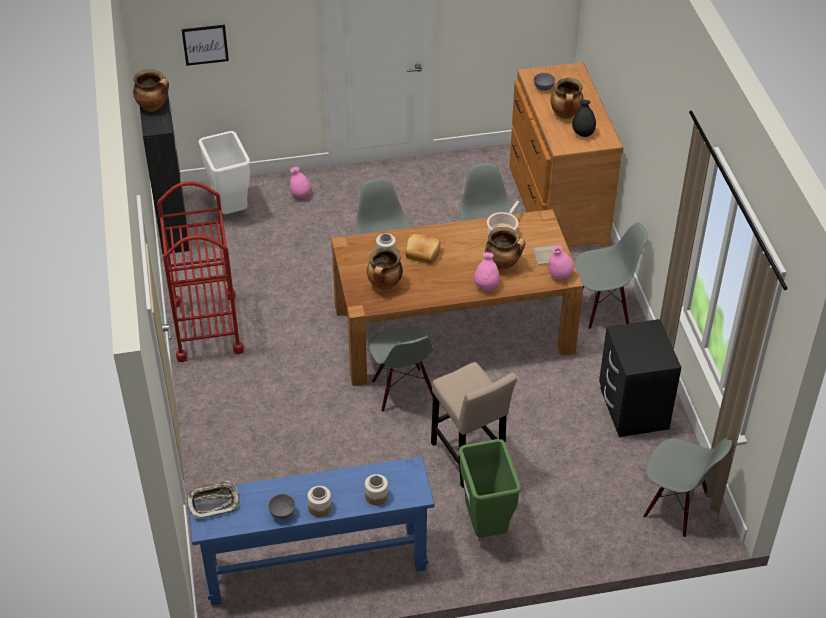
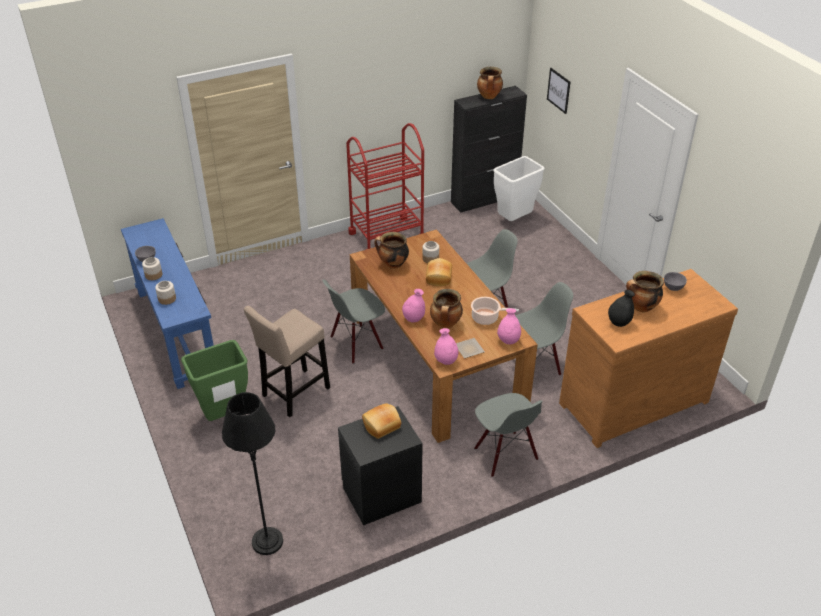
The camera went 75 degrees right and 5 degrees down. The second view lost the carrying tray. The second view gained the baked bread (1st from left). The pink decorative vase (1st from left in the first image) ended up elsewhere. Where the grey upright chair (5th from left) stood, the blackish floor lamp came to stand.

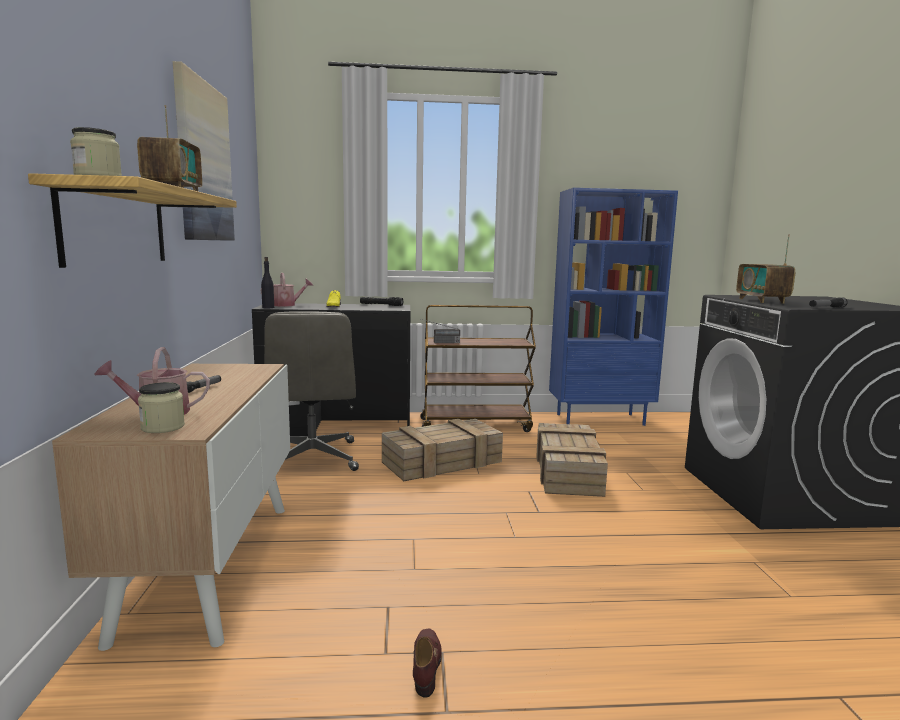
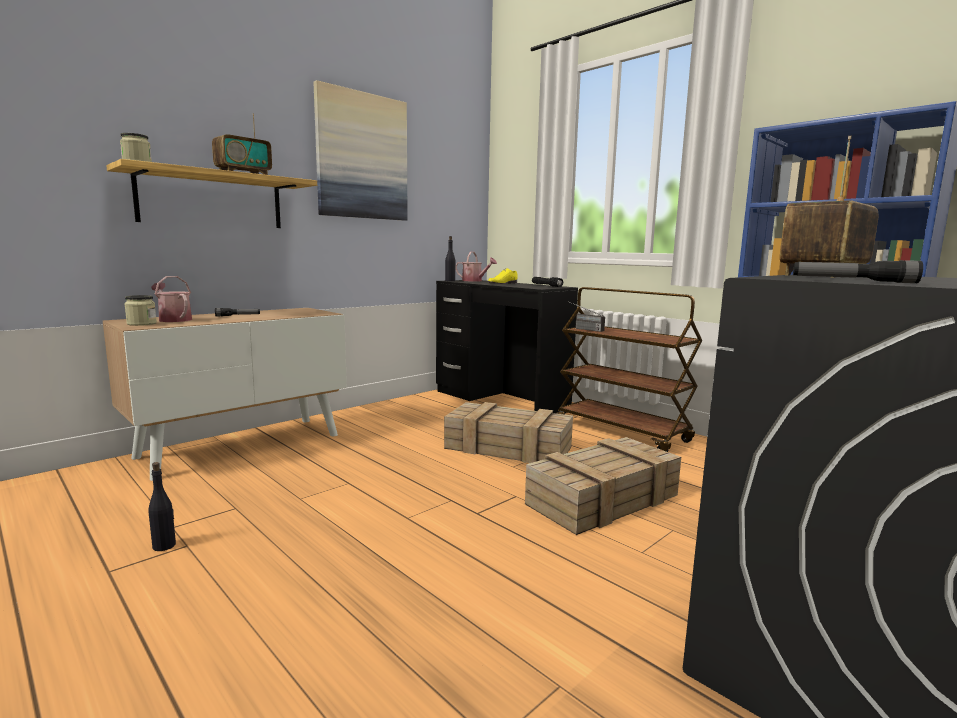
The camera went 50 degrees right and 0 degrees up. The second view lost the grey desk chair. Where the brownish low shoe stood, the blackish drink bottle (1st from left) came to stand.

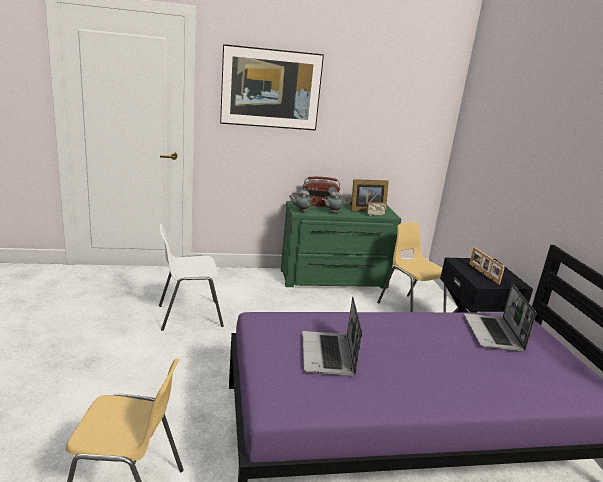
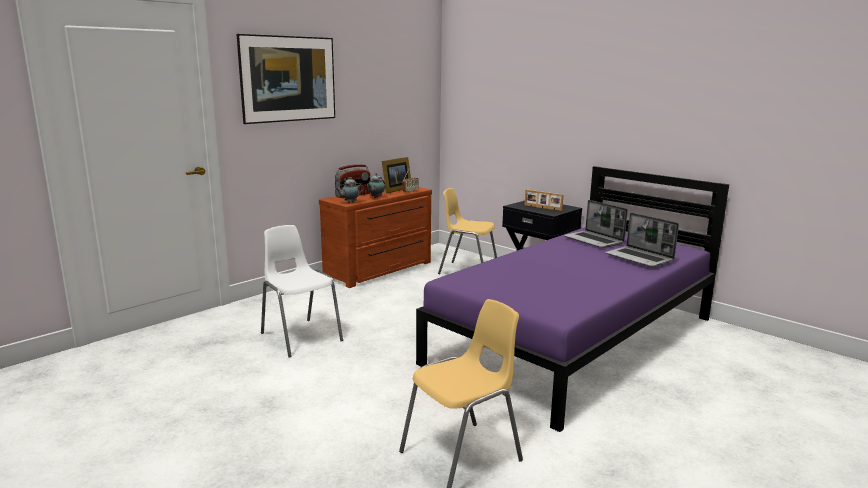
The camera went 35 degrees left and 5 degrees down. The laptop (1st from left in the first image) ended up elsewhere. What was the green drawer chest turned into the brownish drawer chest. The white upright chair ended up facing another way, 105 degrees clockwise from before.

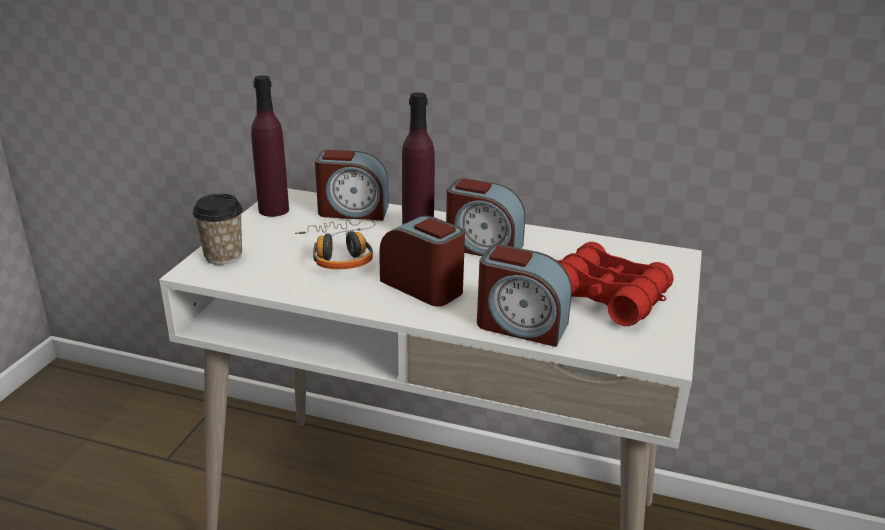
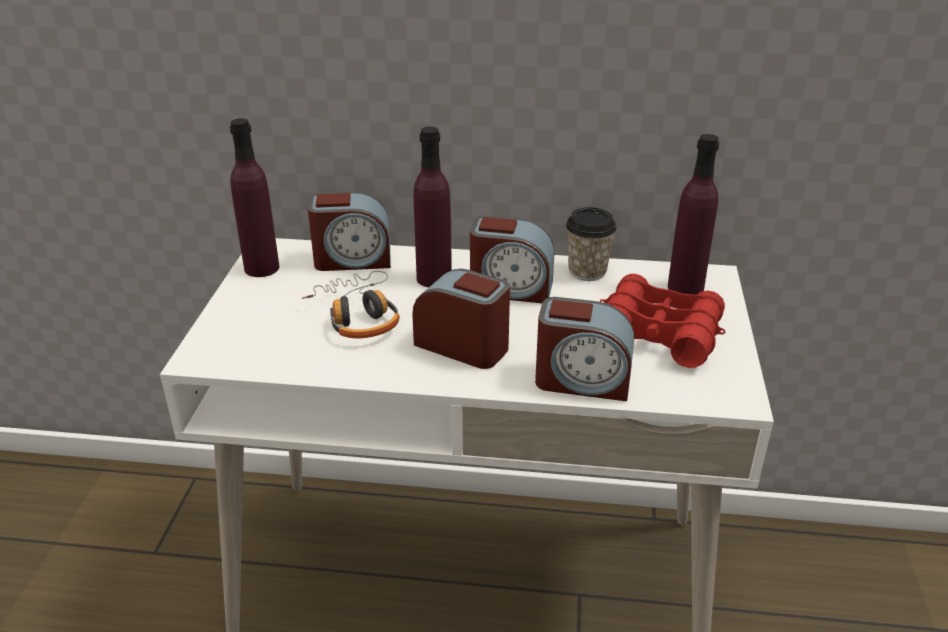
The camera went 10 degrees left and 5 degrees up. The second view gained the purple-coloured drink bottle (3rd from left). The small cup ended up elsewhere.

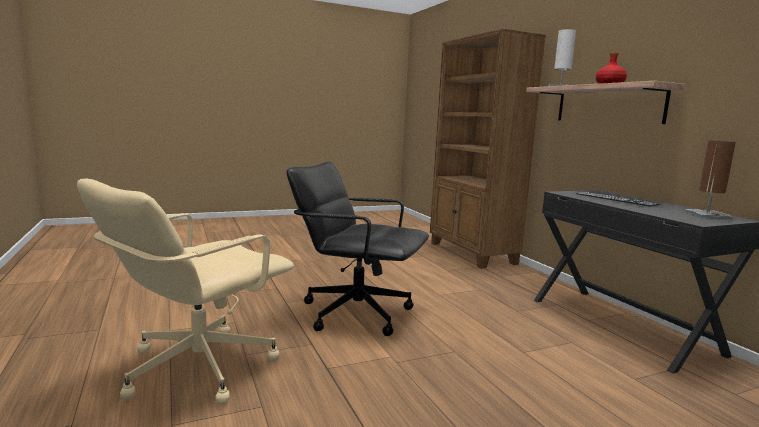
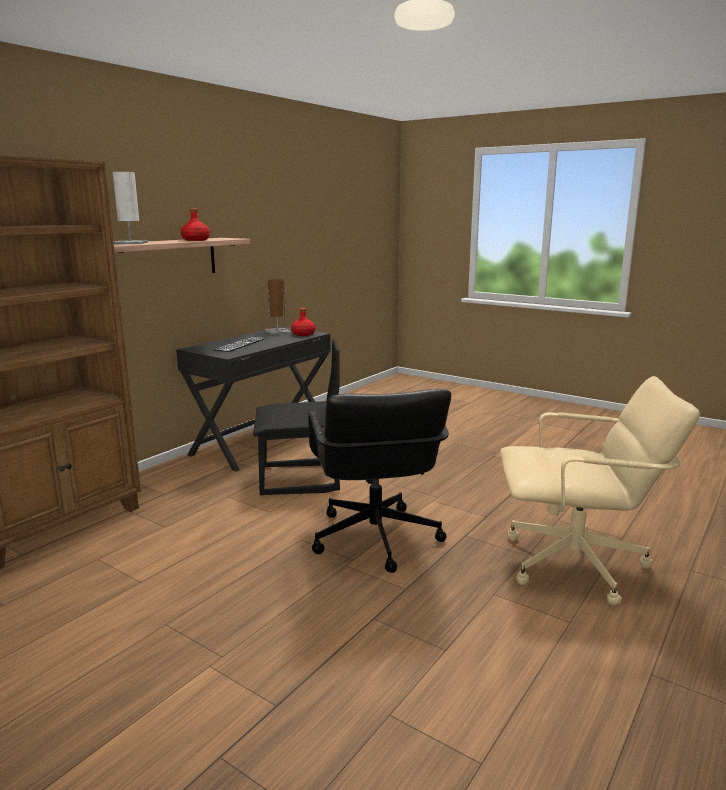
The camera went 120 degrees left and 5 degrees up. The second view gained the blackish upright chair. The second view gained the reddish drink bottle (2nd from left).

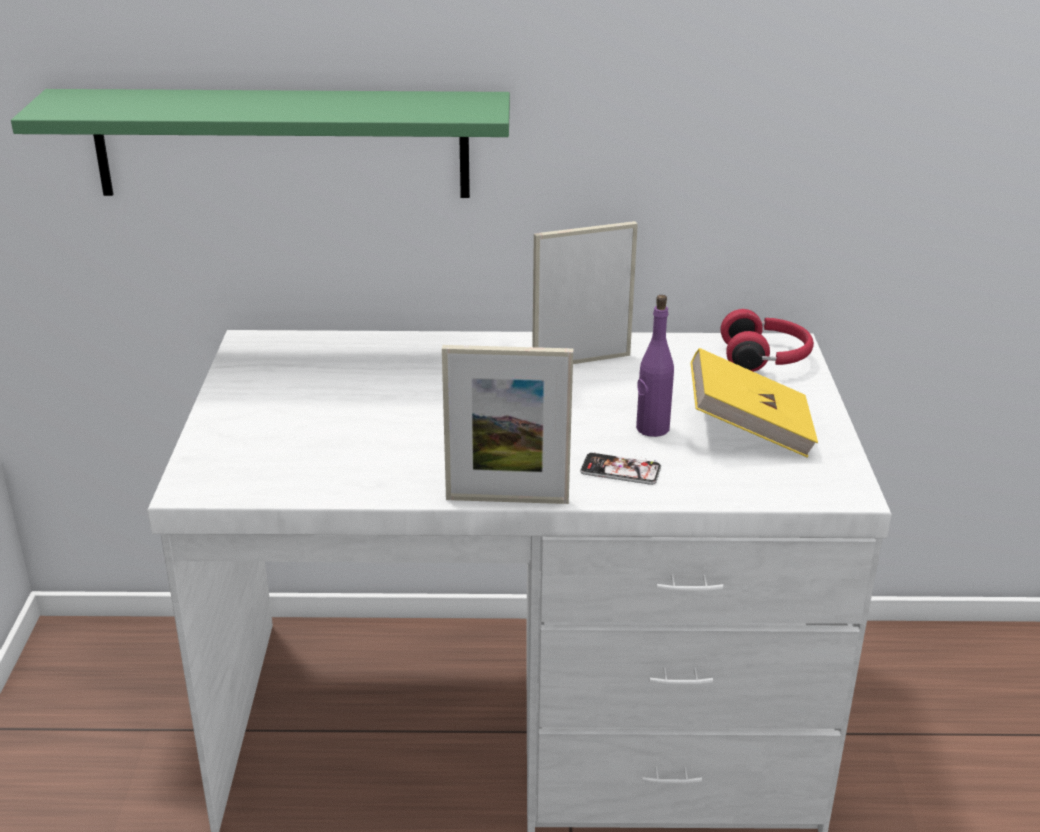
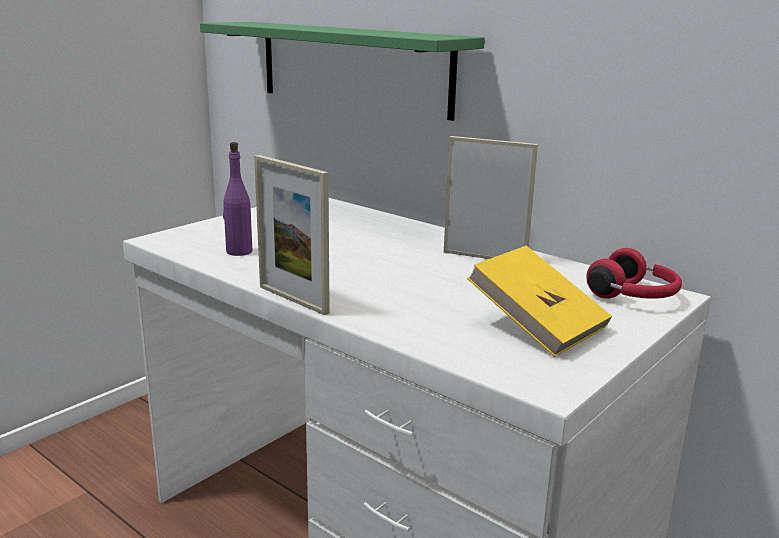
The camera went 40 degrees right and 10 degrees down. The second view lost the telephone. The purple-coloured drink bottle ended up elsewhere.

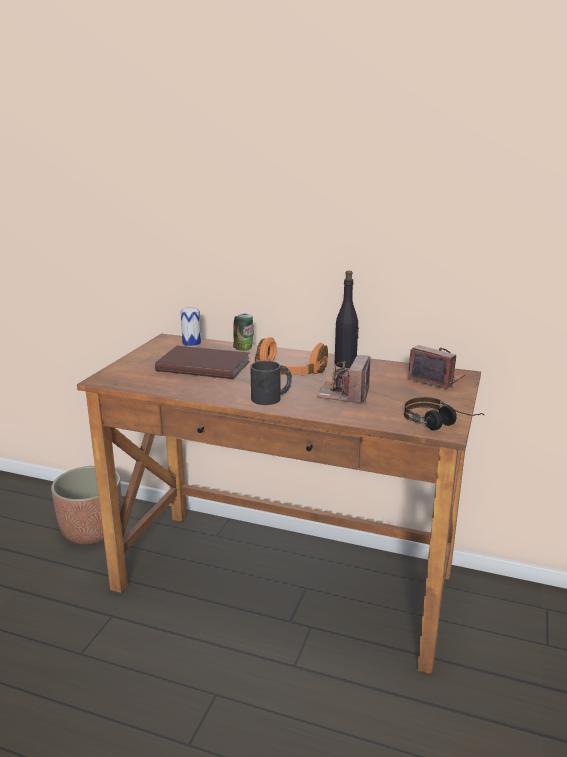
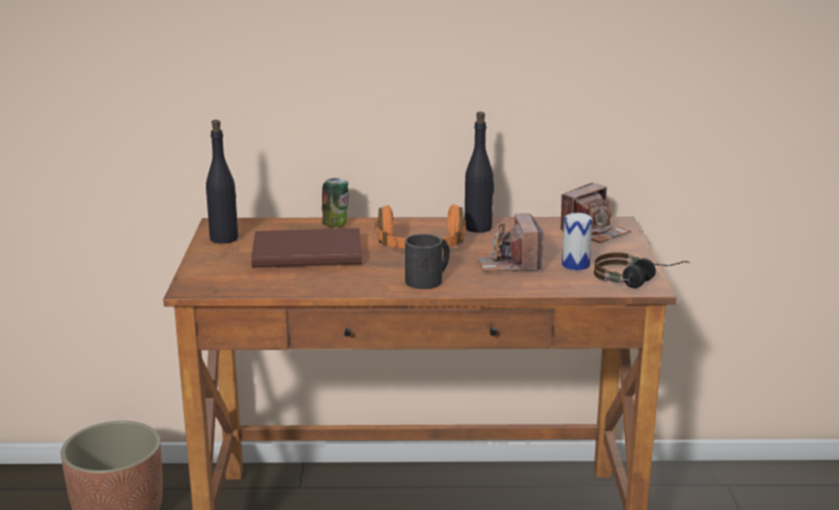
The camera went 20 degrees left and 0 degrees up. The second view gained the blackish drink bottle (1st from left). The can (1st from left in the first image) ended up elsewhere. The photo camera (2nd from left) ended up facing another way, 120 degrees clockwise from before.

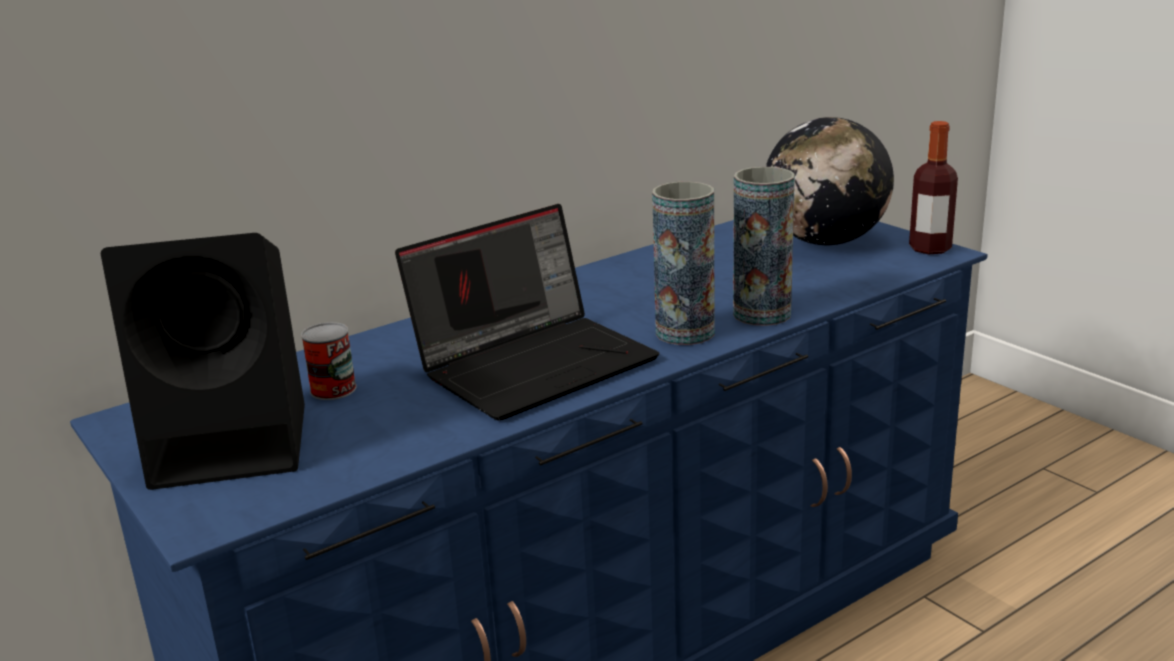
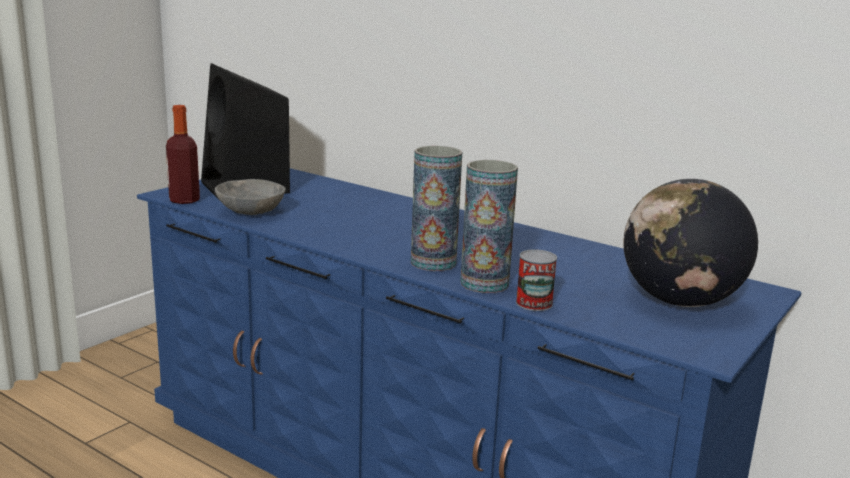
The camera went 70 degrees right and 5 degrees down. The second view lost the laptop. The second view gained the grey serving bowl. The can ended up elsewhere. The drink bottle ended up elsewhere.

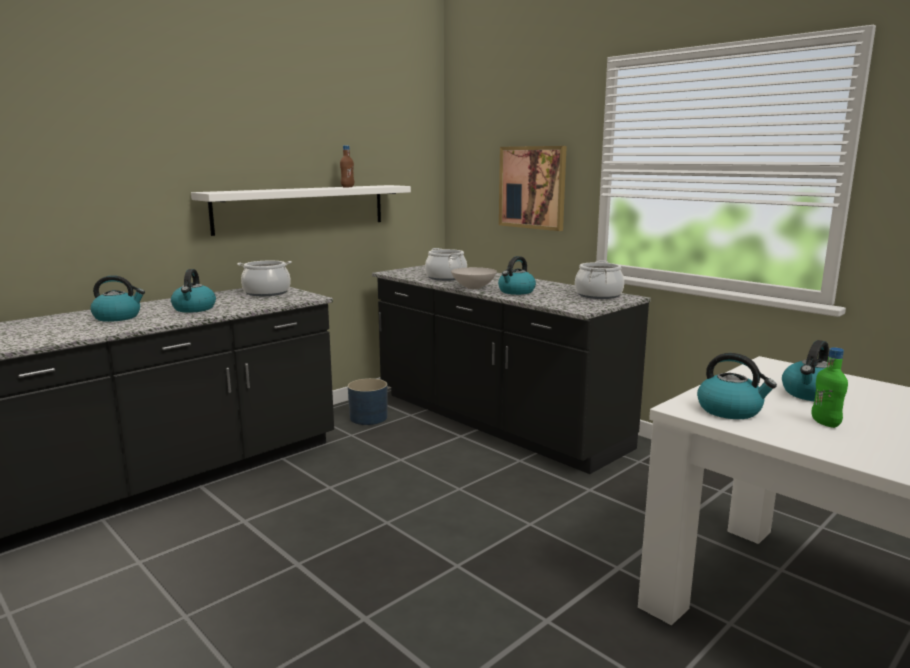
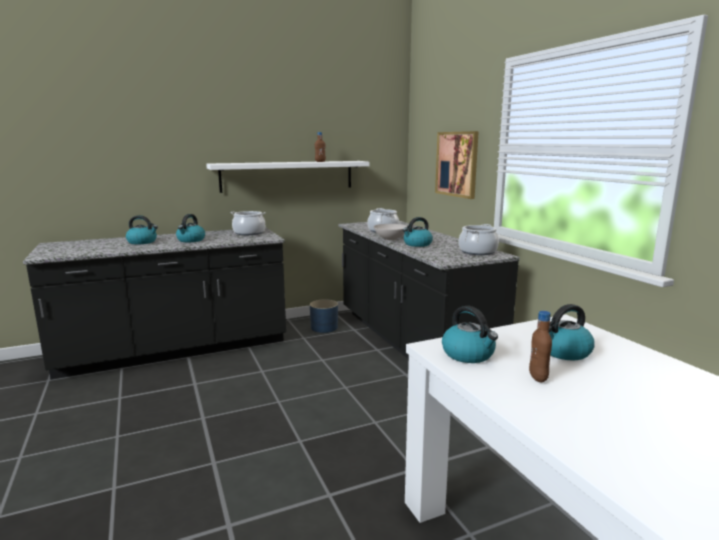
The camera went 20 degrees right and 0 degrees up. What was the green drink bottle turned into the brownish drink bottle (2nd from left).

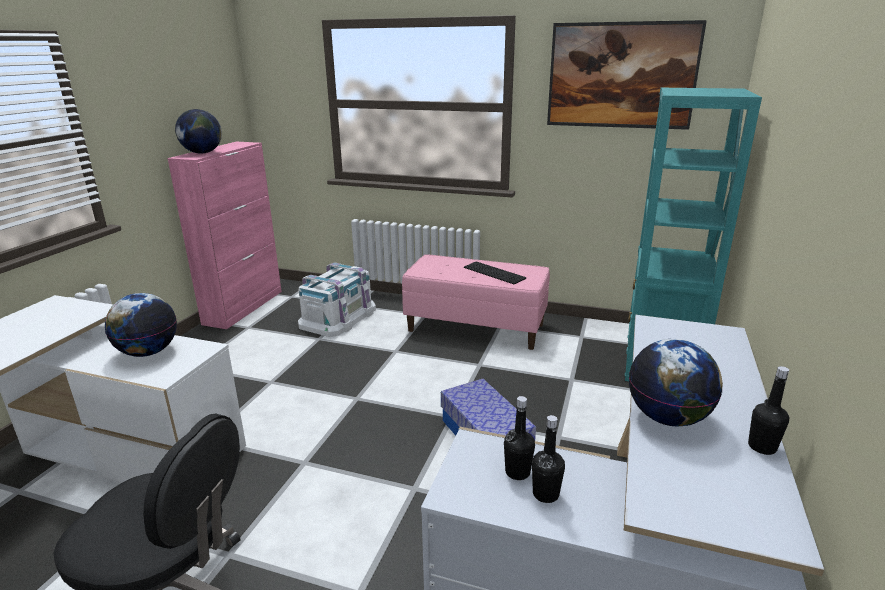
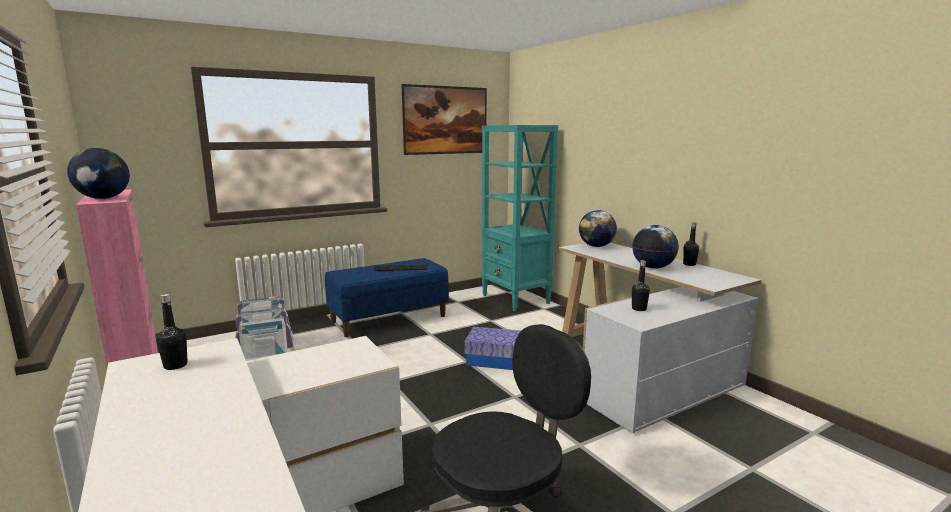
The camera went 50 degrees left and 10 degrees down. The world globe (1st from left in the first image) ended up elsewhere. The blackish drink bottle (2nd from left in the first image) ended up elsewhere. What was the pink indoor bench turned into the bluish indoor bench.

